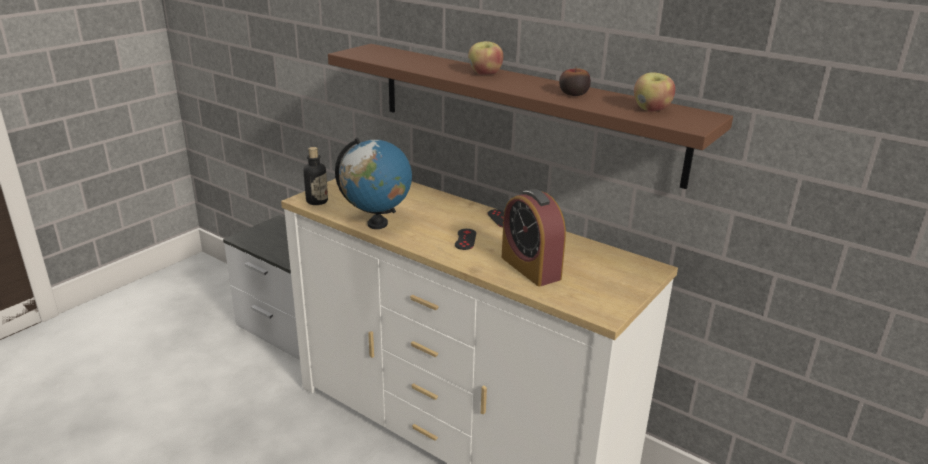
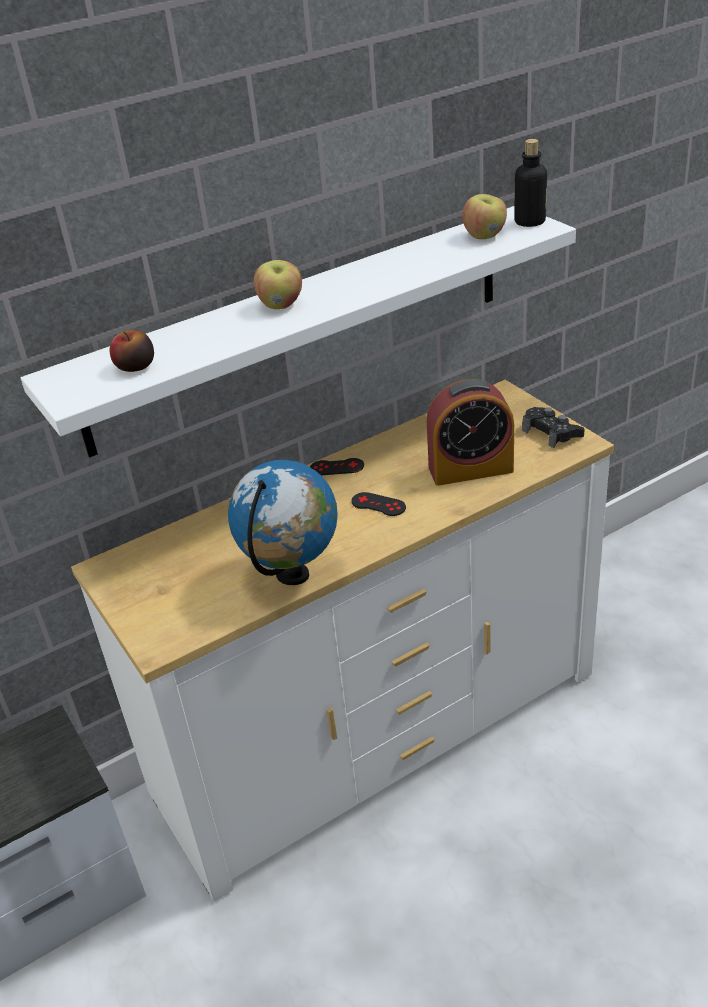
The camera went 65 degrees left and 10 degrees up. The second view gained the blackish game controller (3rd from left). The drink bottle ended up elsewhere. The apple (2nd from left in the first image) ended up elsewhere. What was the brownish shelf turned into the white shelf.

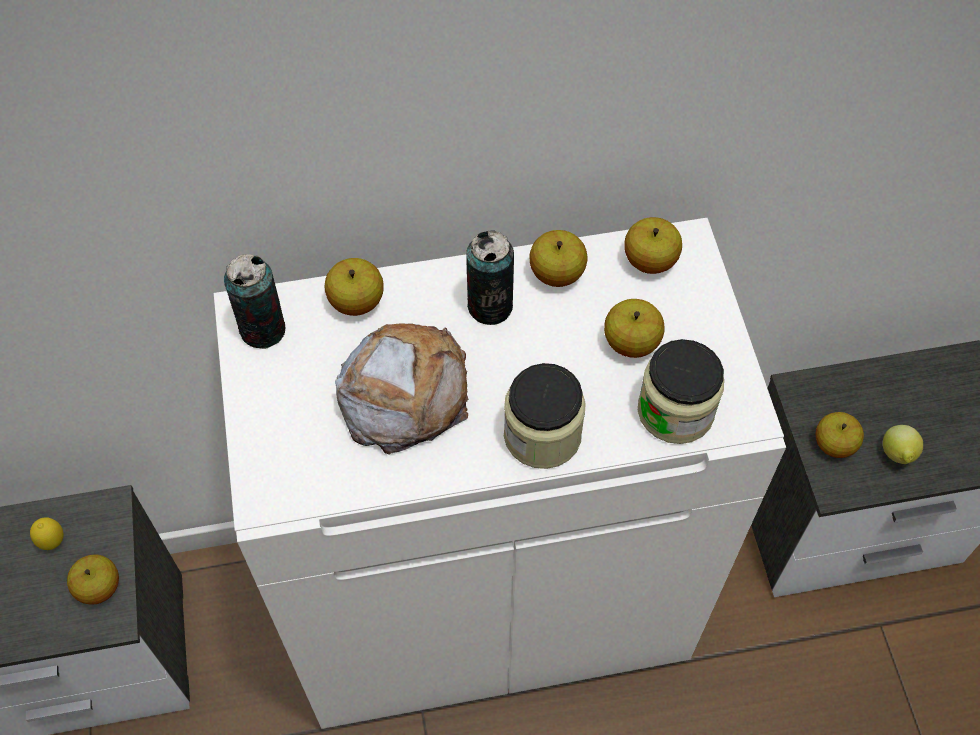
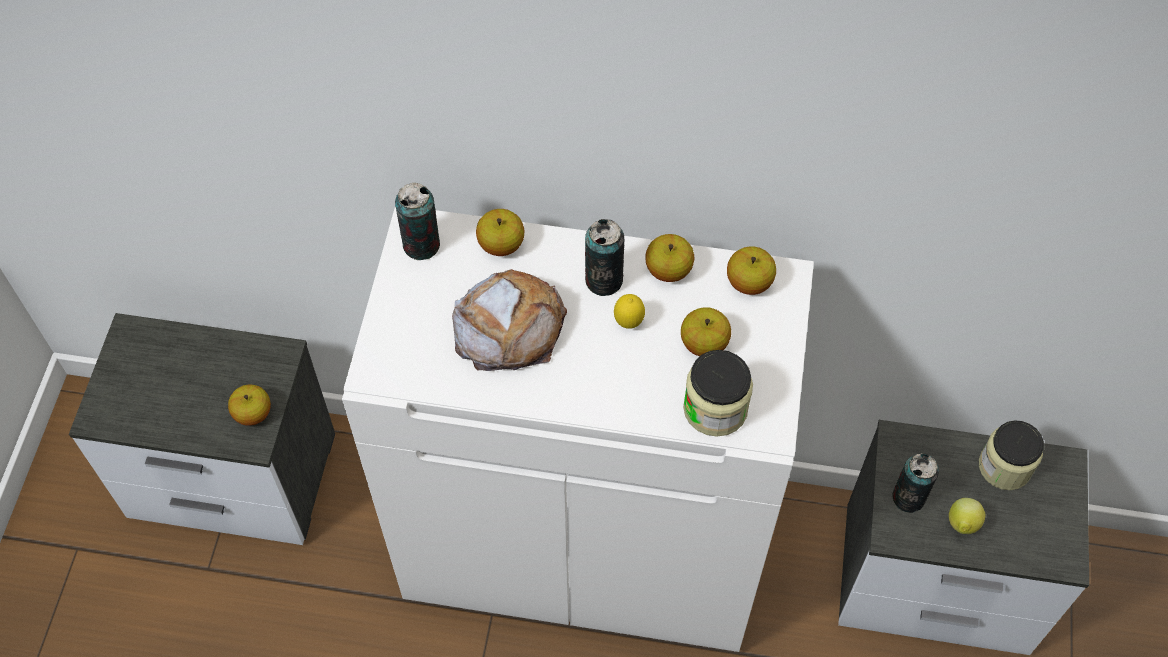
The camera went 20 degrees right and 0 degrees up. The whole lemon (1st from left) ended up elsewhere. The storage jar (1st from left in the first image) ended up elsewhere. Where the apple (6th from left) stood, the can (3rd from left) came to stand.

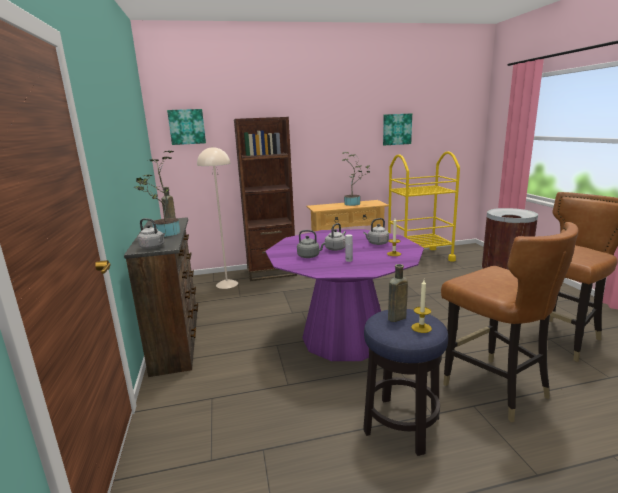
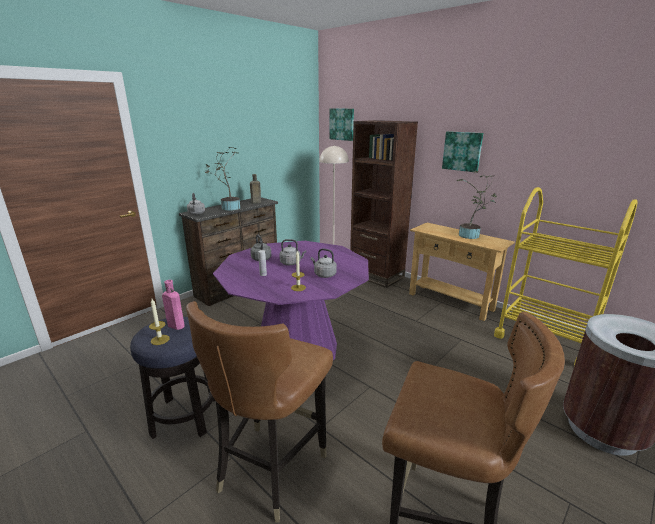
The camera went 55 degrees right and 5 degrees up. The wall art (2nd from left) ended up elsewhere. What was the brownish drink bottle (2nd from left) turned into the pink drink bottle.

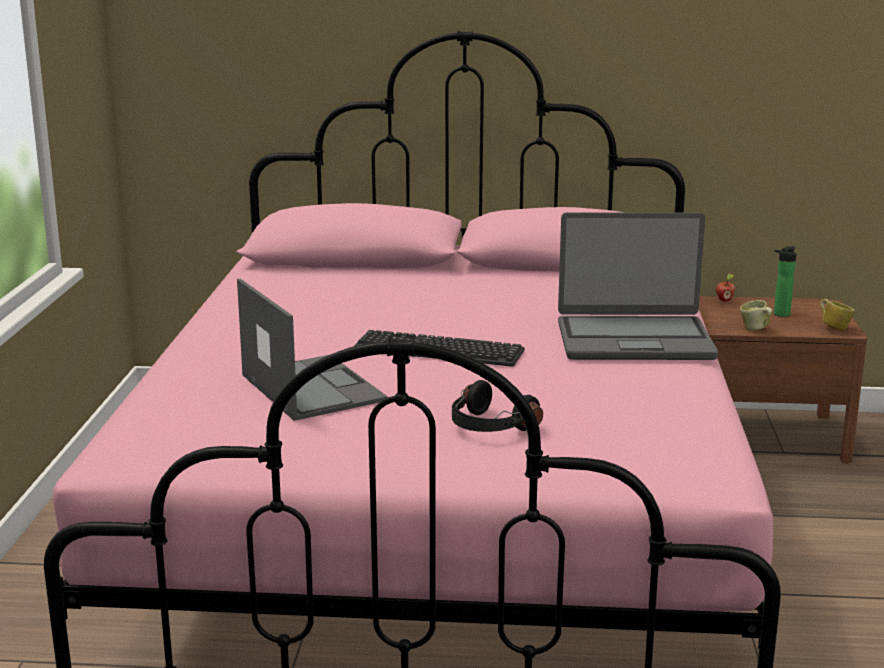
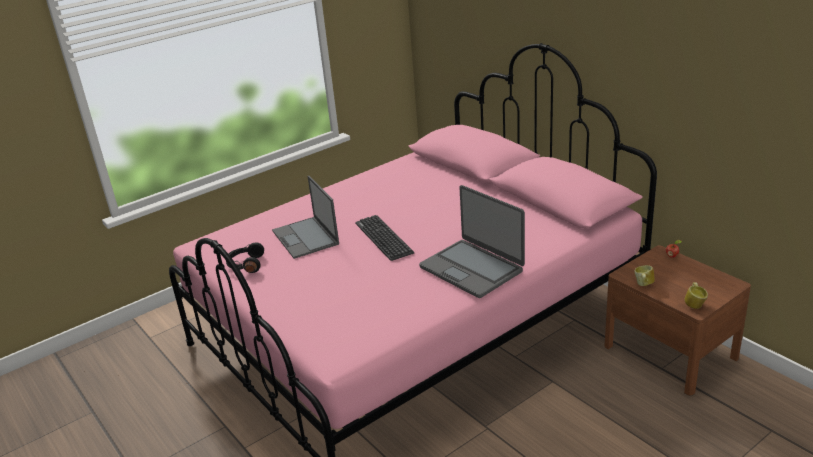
The camera went 50 degrees right and 10 degrees up. The second view lost the drink bottle. The blackish headset ended up elsewhere. The laptop (1st from left) ended up facing another way, 135 degrees clockwise from before.

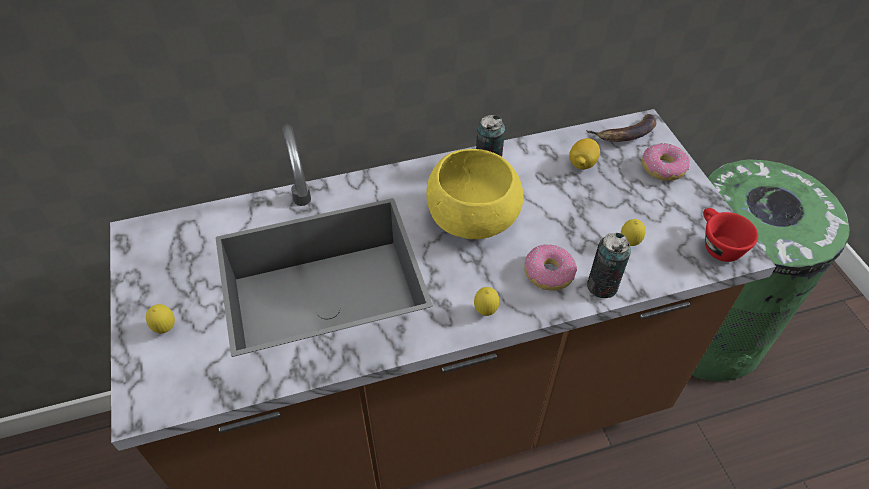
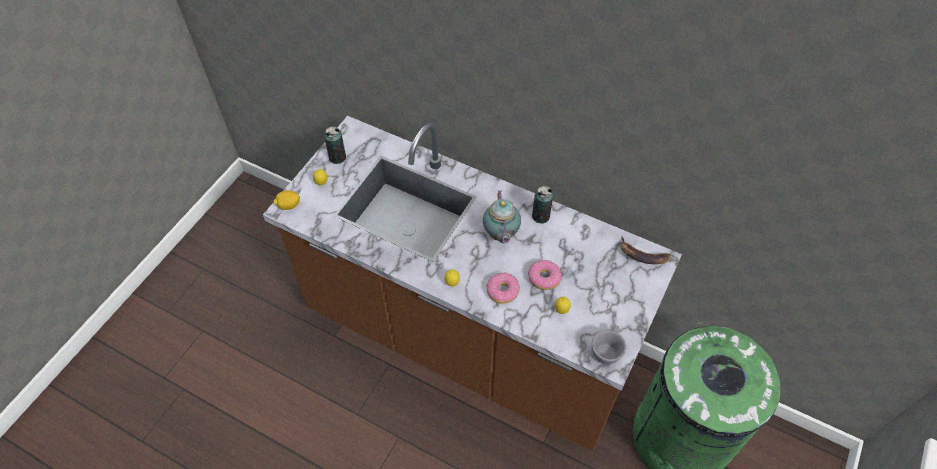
The camera went 45 degrees right and 5 degrees up. The whole lemon (3rd from left in the first image) ended up elsewhere. The can (2nd from left in the first image) ended up elsewhere. The doughnut (2nd from left) ended up elsewhere. Where the yellow-coloured serving bowl stood, the tea pot came to stand. What was the reddish small cup turned into the grey small cup.

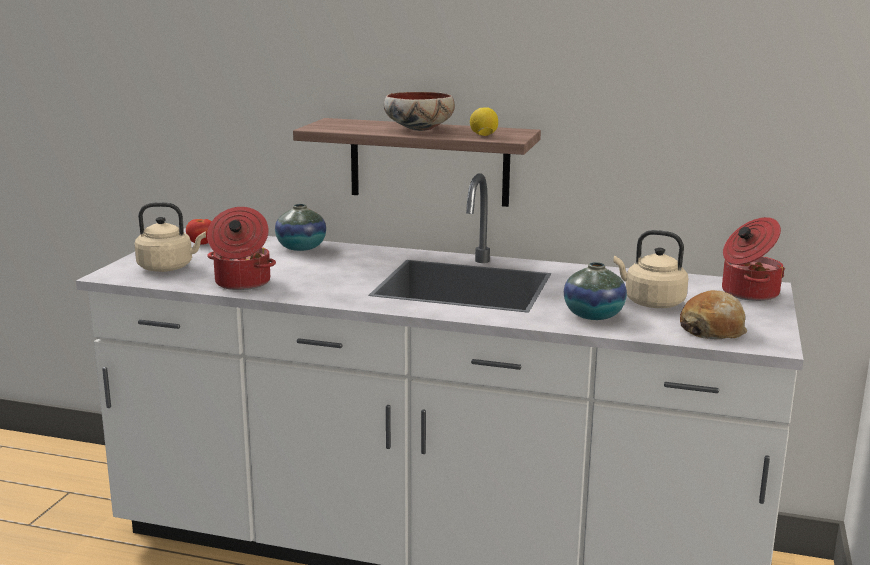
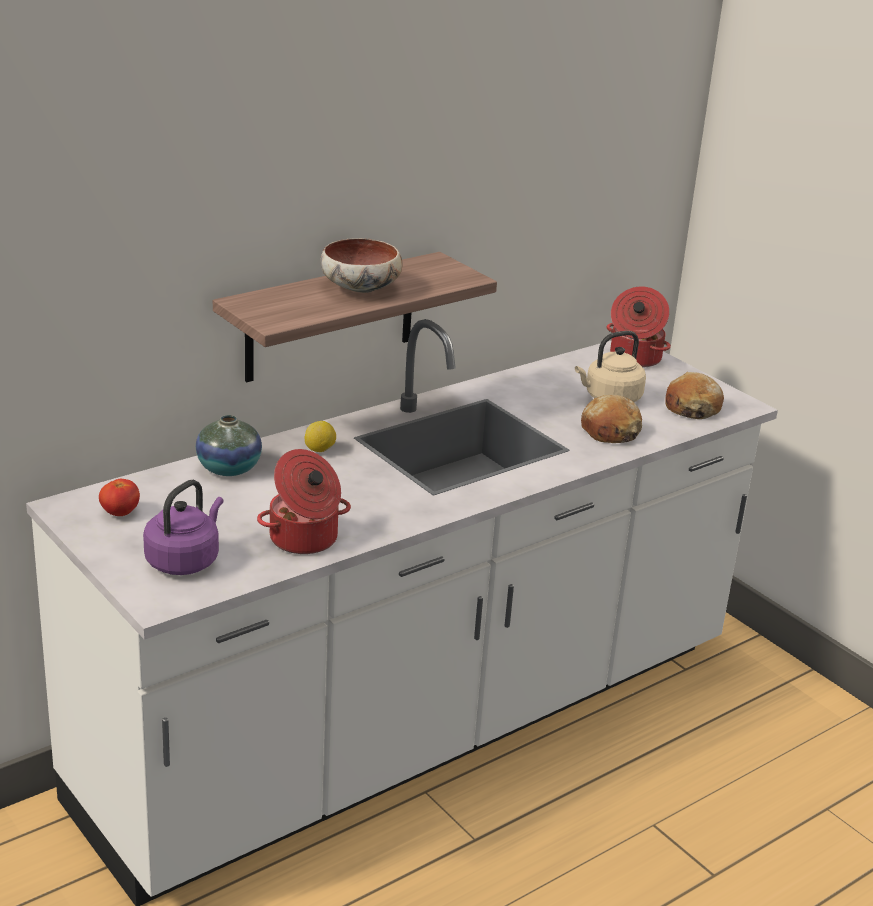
The camera went 55 degrees left and 10 degrees up. The whole lemon ended up elsewhere. Where the decorative vase (2nd from left) stood, the baked bread (1st from left) came to stand. What was the beige-coloured tea kettle (1st from left) turned into the purple-coloured tea kettle.

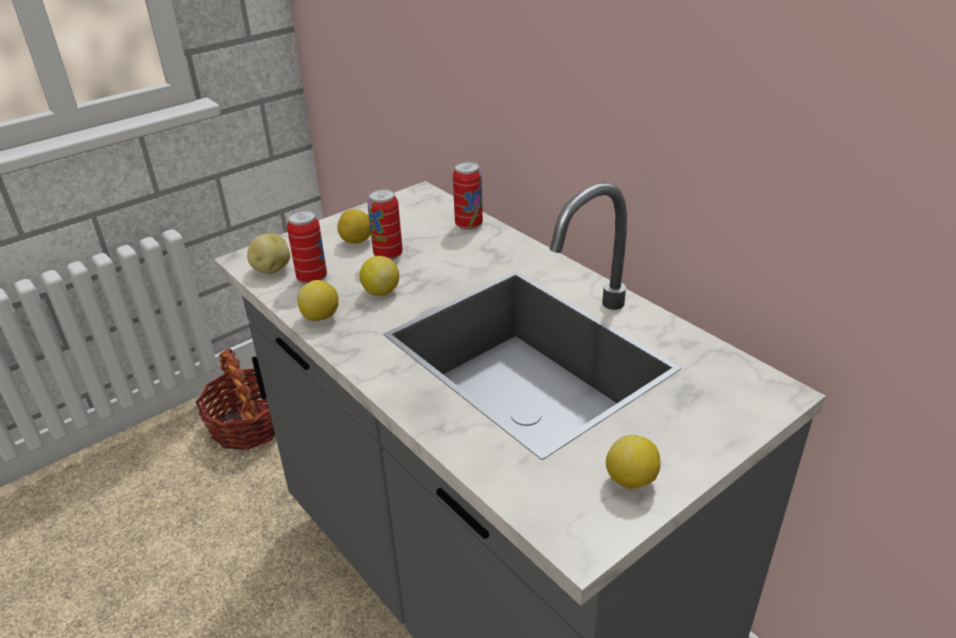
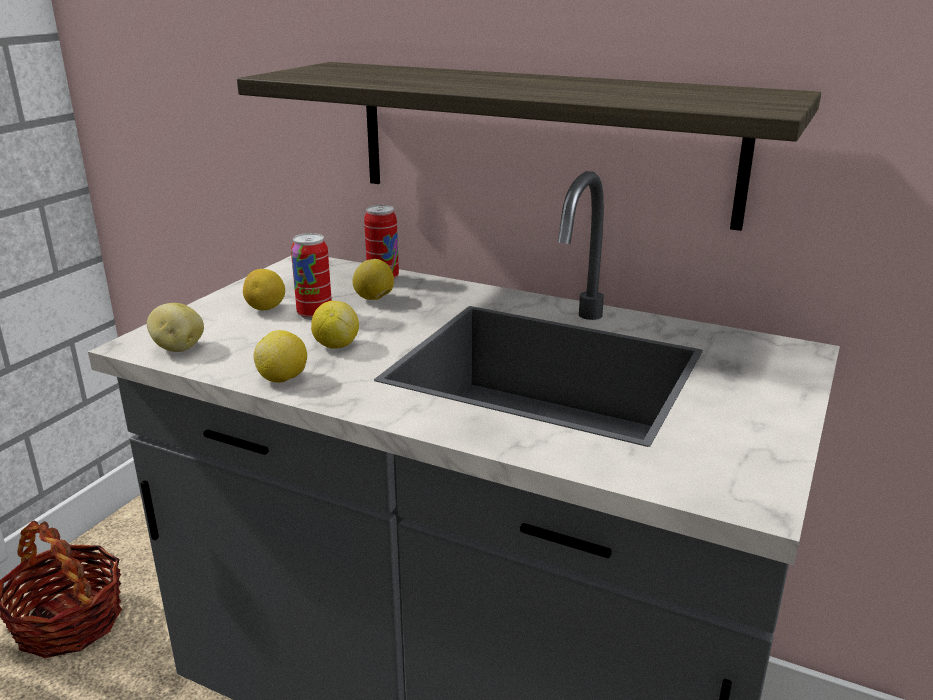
The camera went 25 degrees left and 10 degrees down. The second view lost the can (1st from left). The second view gained the shelf. The whole lemon (4th from left) ended up elsewhere.

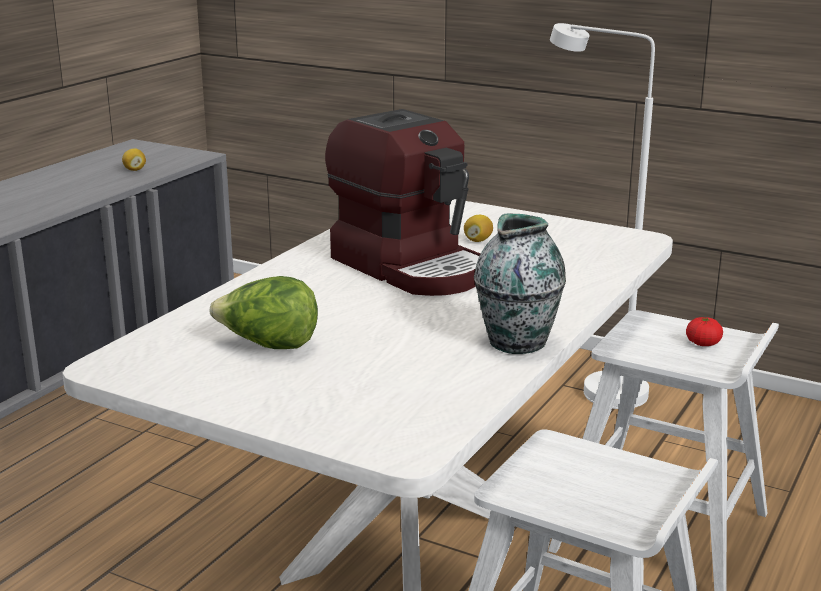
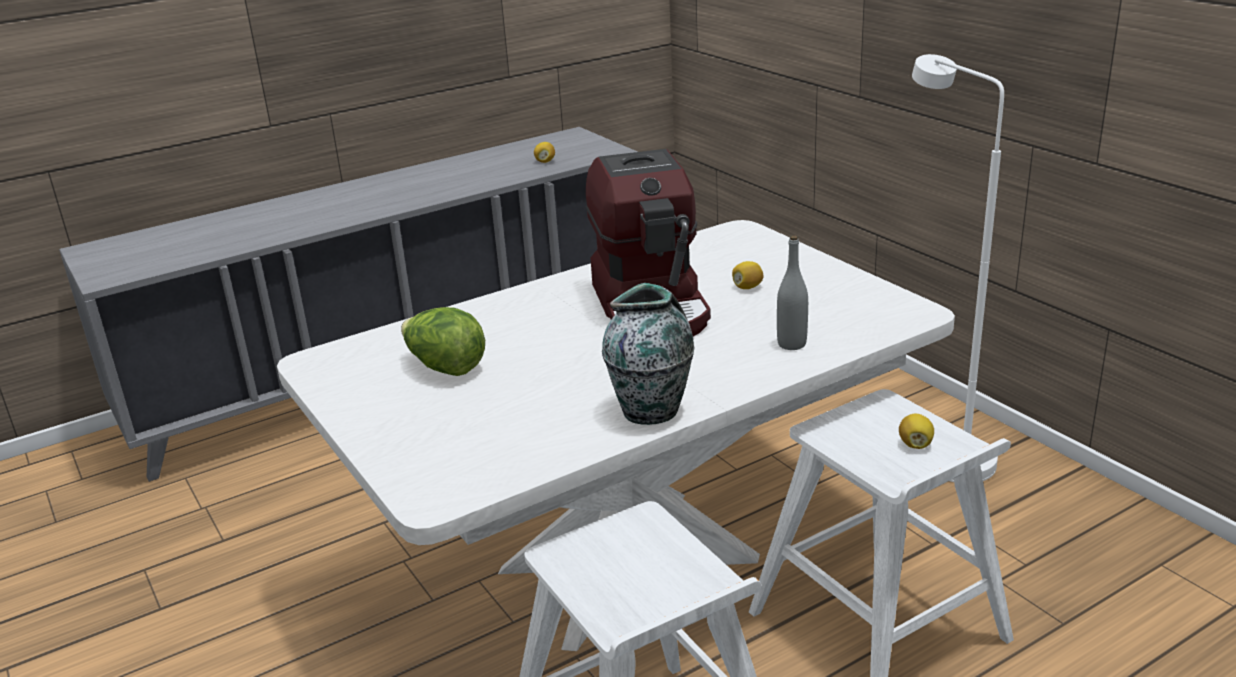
The camera went 30 degrees right and 5 degrees up. The second view gained the grey drink bottle. Where the fresh tomato stood, the whole lemon (3rd from left) came to stand.

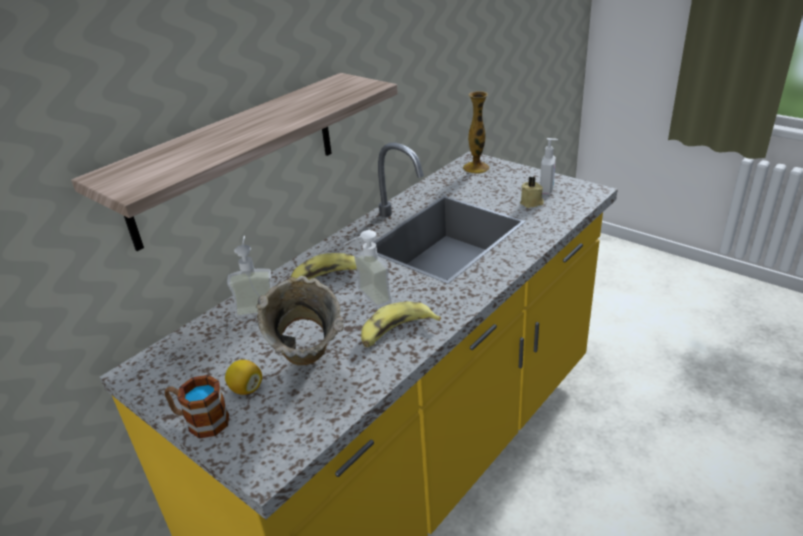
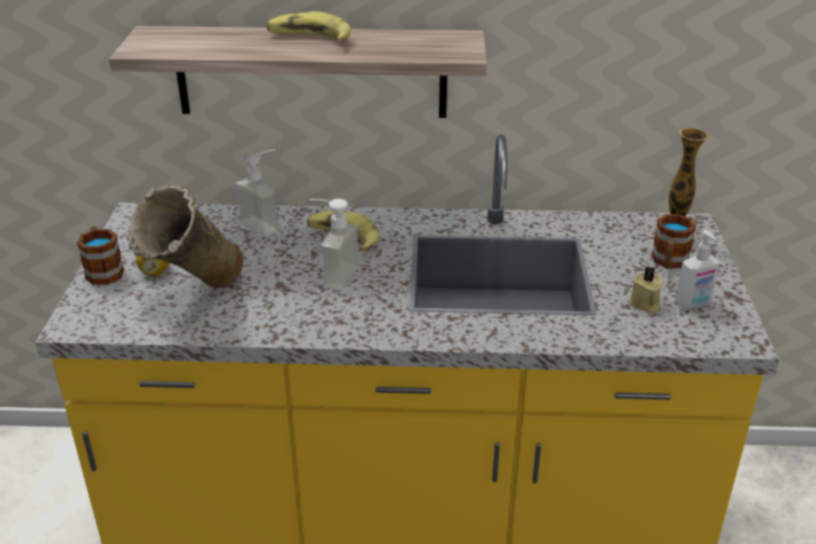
The camera went 50 degrees right and 0 degrees up. The second view gained the tea mug (2nd from left). The banana fruit (2nd from left in the first image) ended up elsewhere.

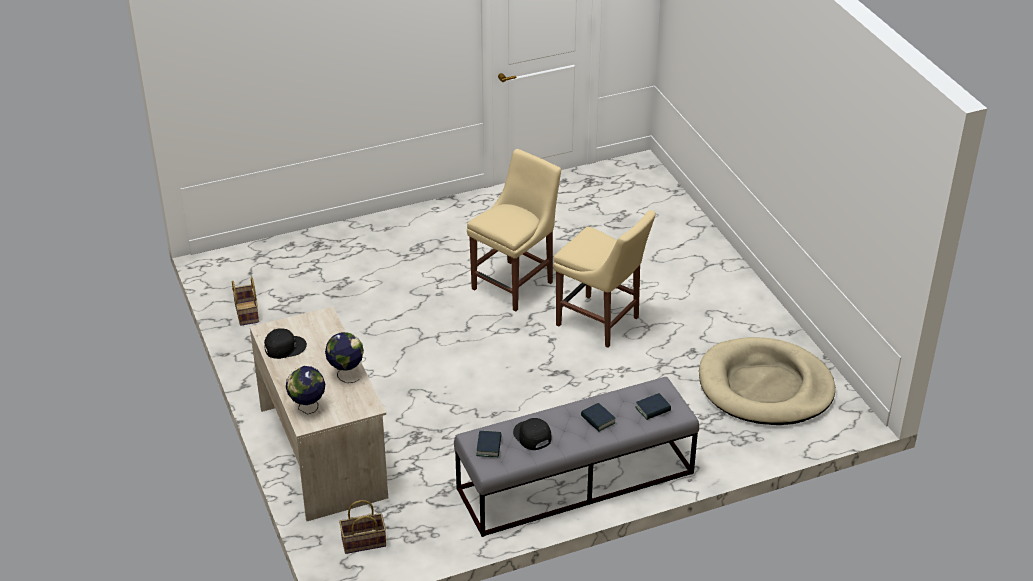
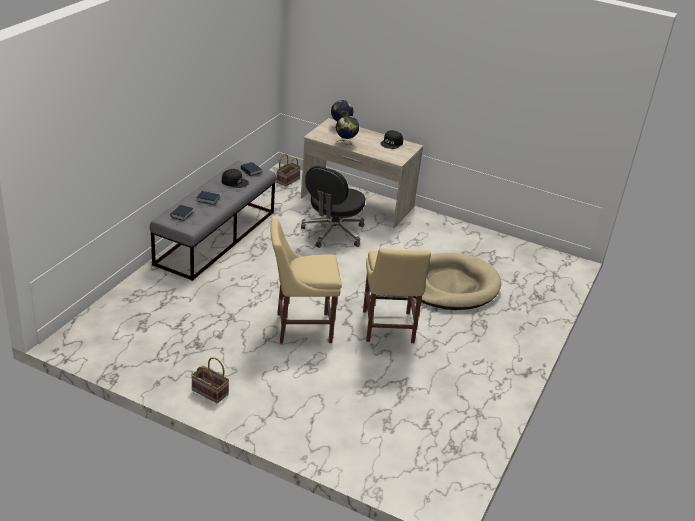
The camera went 135 degrees right and 5 degrees down. The second view gained the blackish desk chair. The storage basket (1st from left) ended up elsewhere. The beige-coloured dog bed ended up elsewhere.

